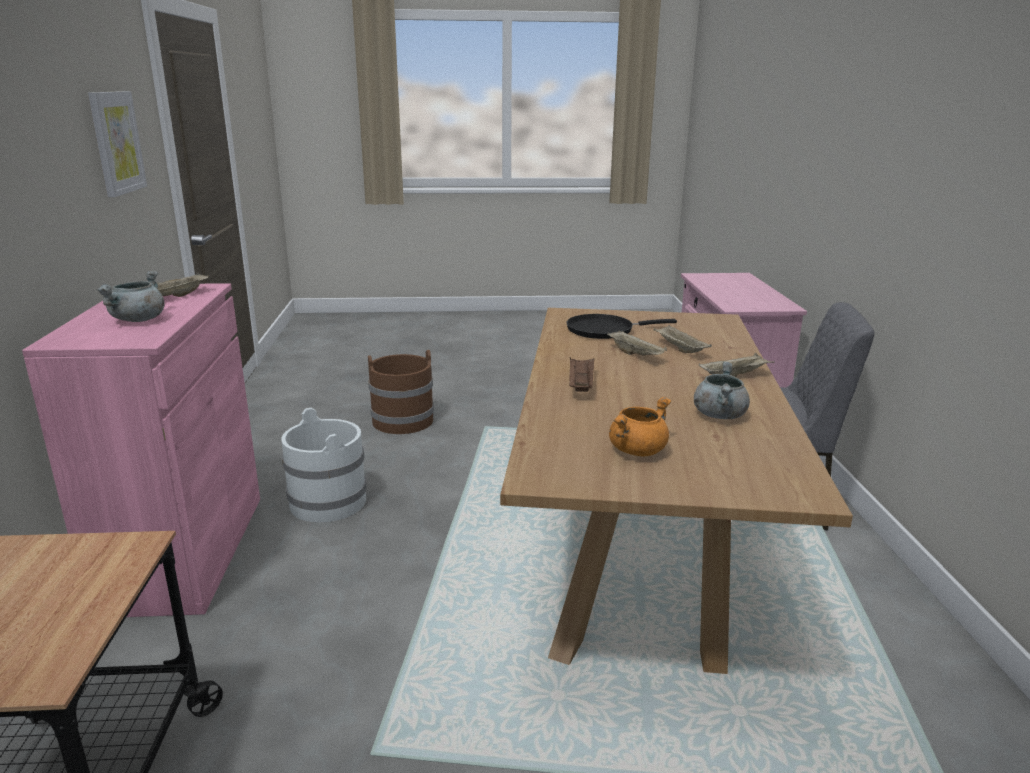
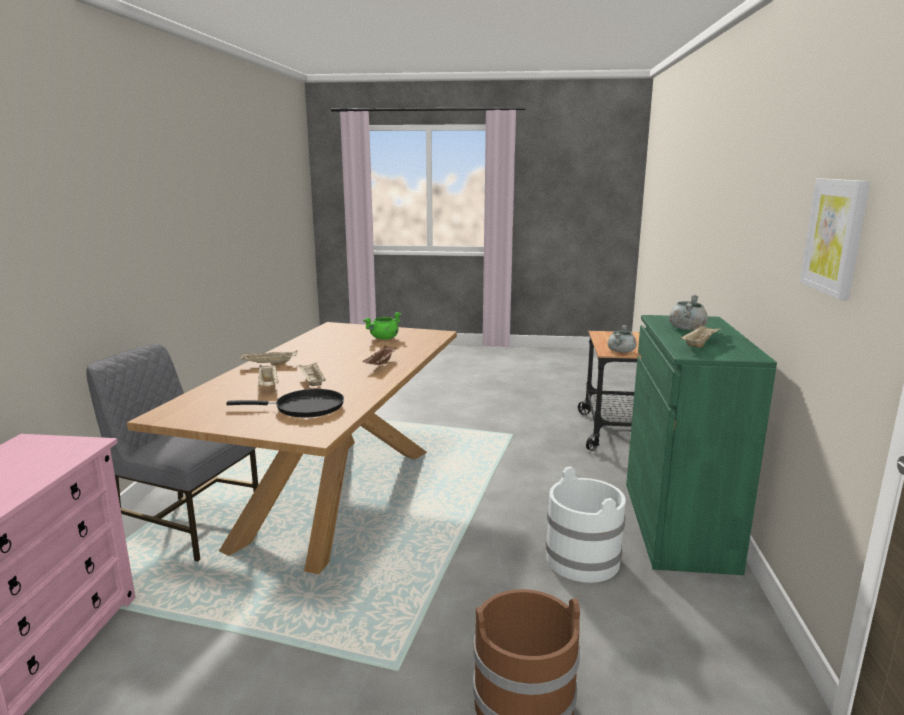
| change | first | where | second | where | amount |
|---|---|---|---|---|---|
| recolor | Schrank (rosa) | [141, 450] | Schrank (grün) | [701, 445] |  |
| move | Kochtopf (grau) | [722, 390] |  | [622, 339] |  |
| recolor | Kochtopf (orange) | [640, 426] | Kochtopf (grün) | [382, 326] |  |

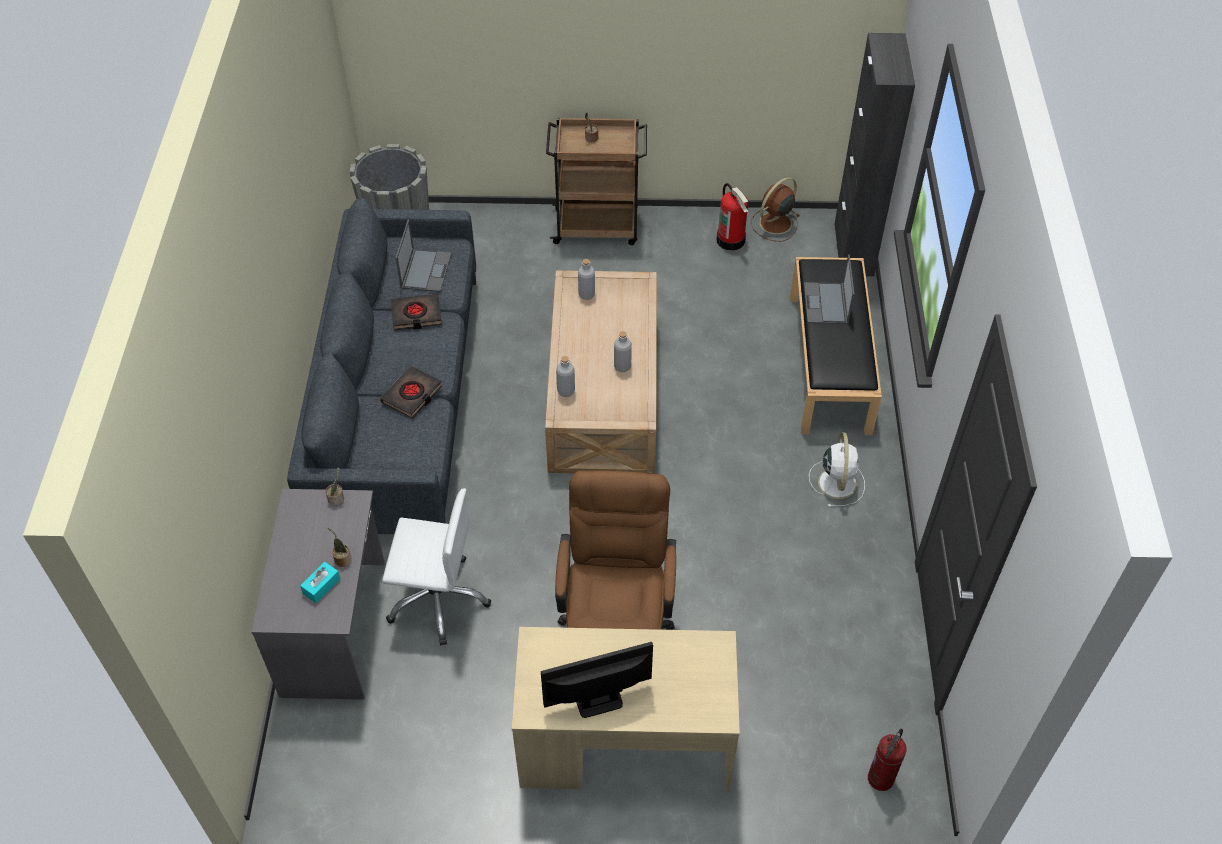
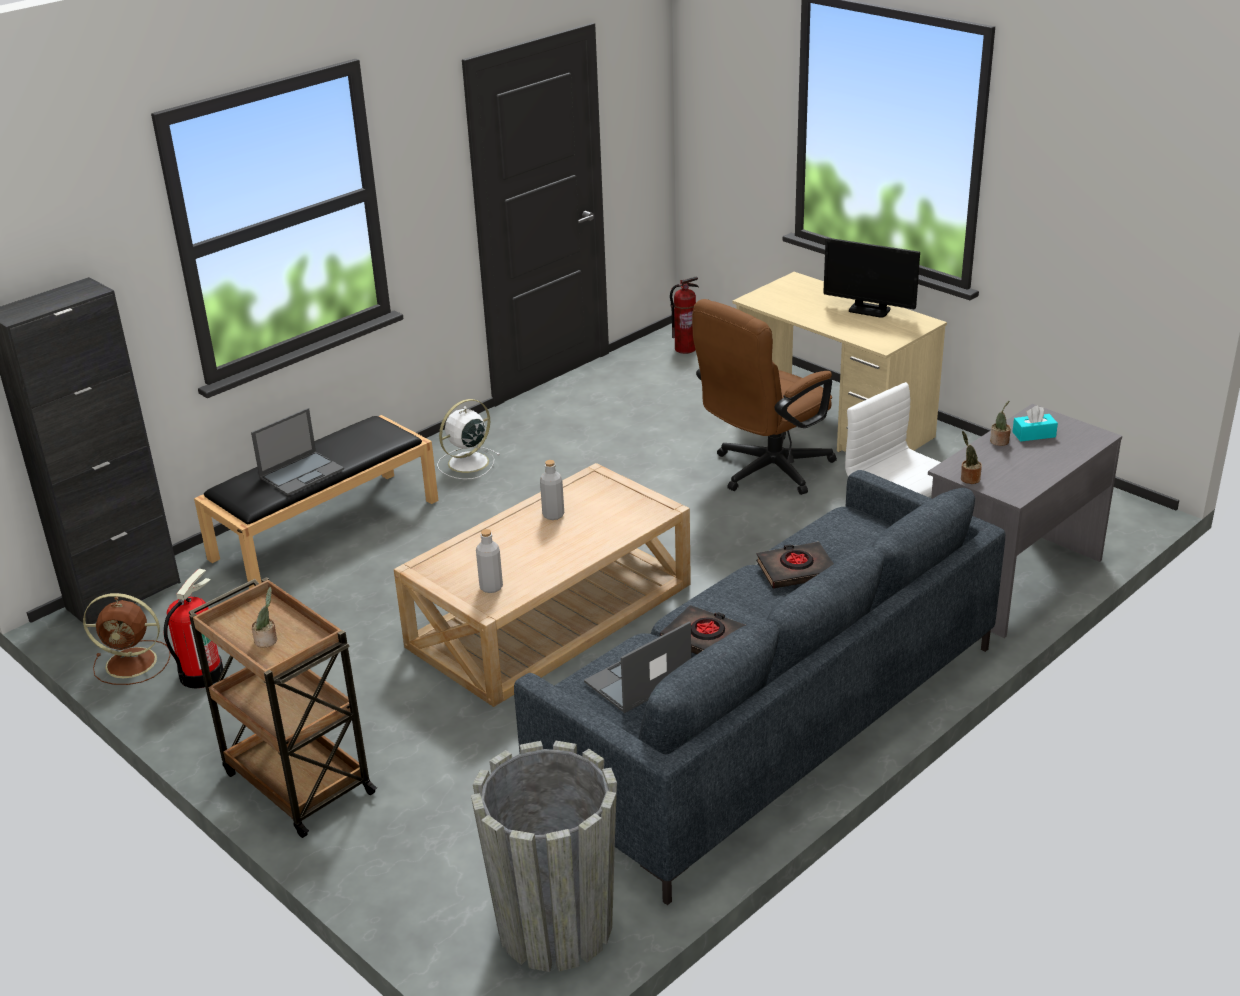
| change | first | where | second | where | amount |
|---|---|---|---|---|---|
| delete | Flasche (grau) | [565, 376] |  |  |  |

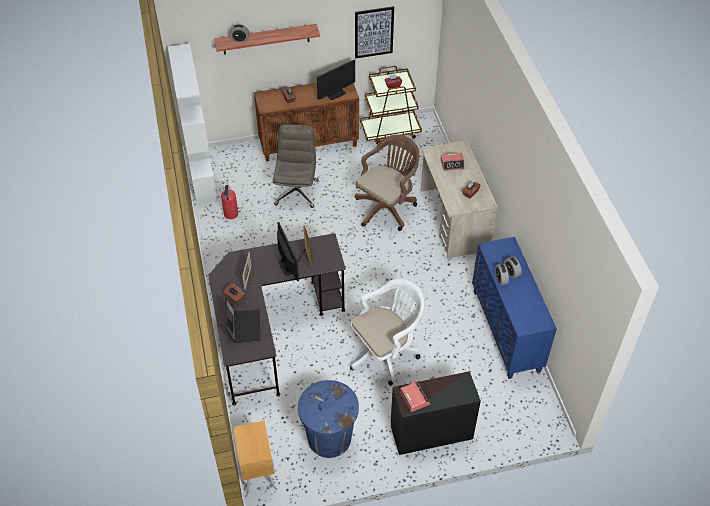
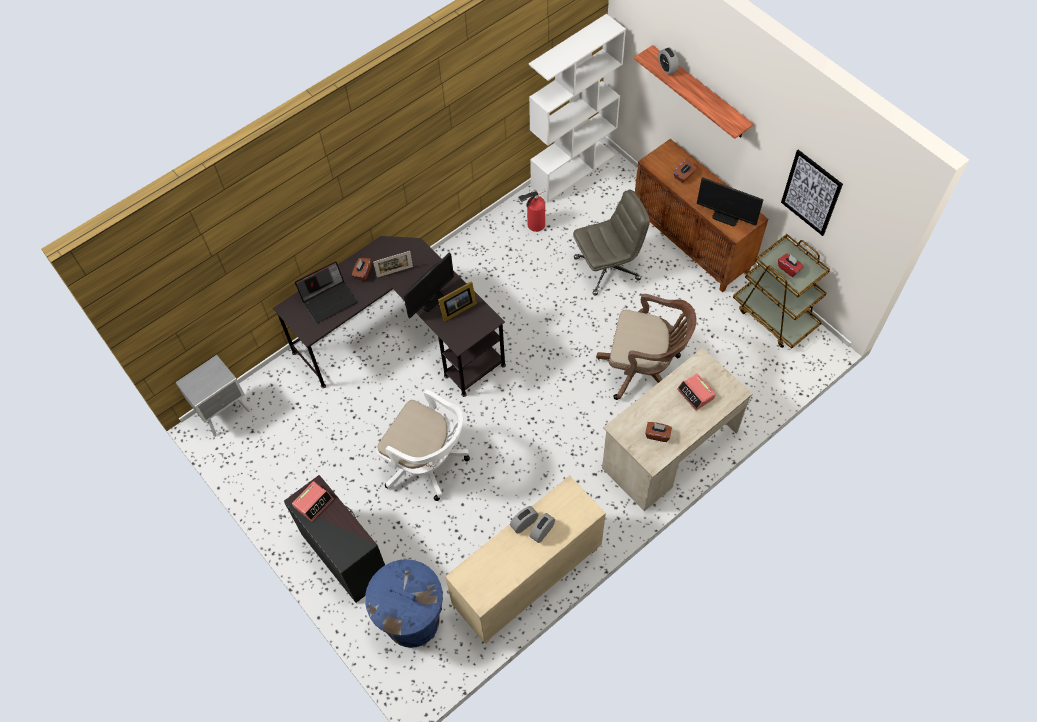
| change | first | where | second | where | amount |
|---|---|---|---|---|---|
| recolor | Schrank (blau) | [514, 308] | Schrank (beige) | [525, 559] |  |
| move | Mülleimer (blau) | [328, 419] |  | [404, 603] |  |
| recolor | Nachttisch (braun) | [254, 457] | Nachttisch (grau) | [212, 395] |  |

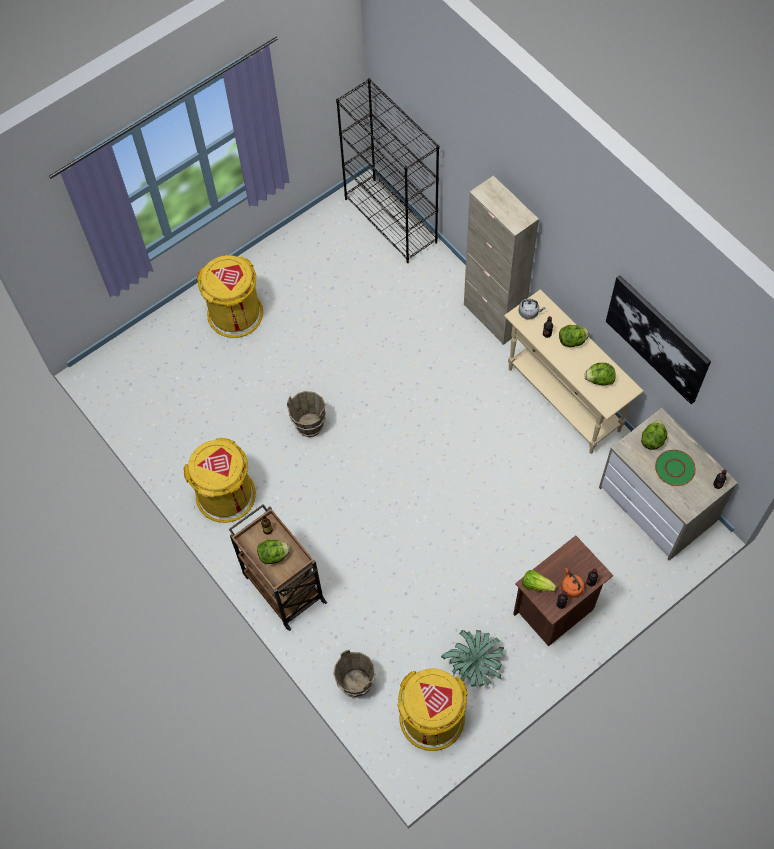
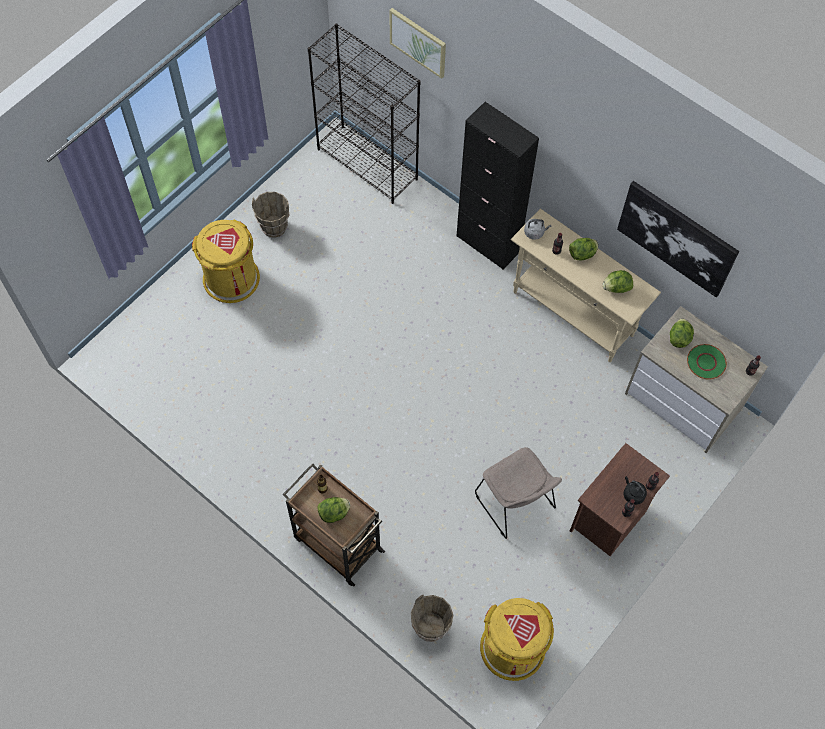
| change | first | where | second | where | amount |
|---|---|---|---|---|---|
| recolor | Schrank (beige) | [501, 260] | Schrank (schwarz) | [498, 186] |  |
| move | Eimer (braun) | [306, 414] |  | [270, 215] |  |
| delete | Mülleimer (gelb) | [220, 480] |  |  |  |
| recolor | Wasserkessel (orange) | [573, 583] | Wasserkessel (schwarz) | [635, 490] |  |
| delete | Salatkopf | [539, 581] |  |  |  |
| delete | Topfpflanze | [473, 658] |  |  |  |
| insert |  |  | Bild | [417, 43] |  |
| insert |  |  | Stuhl (beige) | [518, 493] |  |

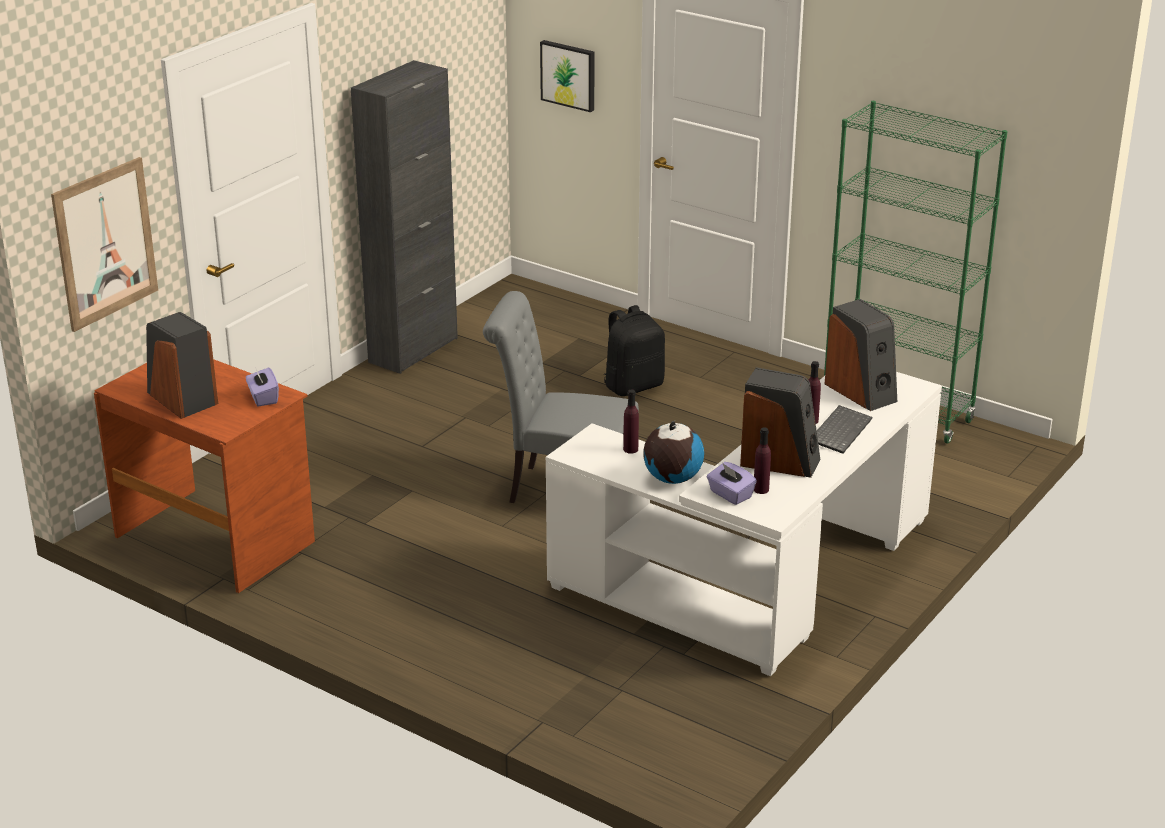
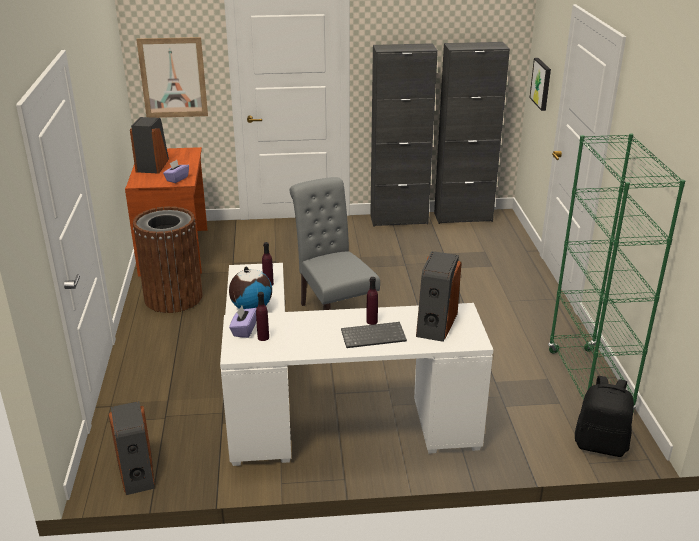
| change | first | where | second | where | amount |
|---|---|---|---|---|---|
| move | Rucksack (schwarz) | [634, 350] |  | [604, 416] |  |
| move | Lautsprecher | [780, 422] |  | [132, 448] |  |
| insert |  |  | Schrank (schwarz) | [472, 133] |  |
| insert |  |  | Mülleimer (braun) | [168, 259] |  |

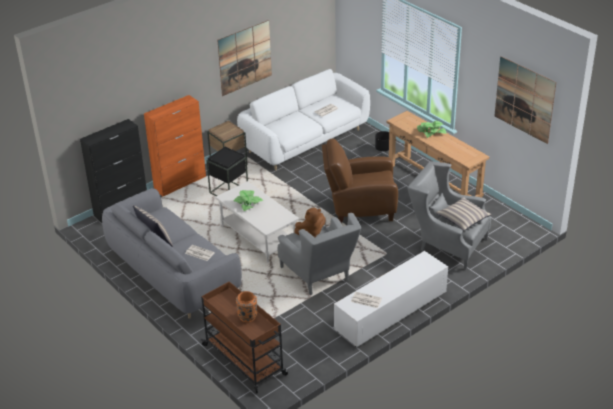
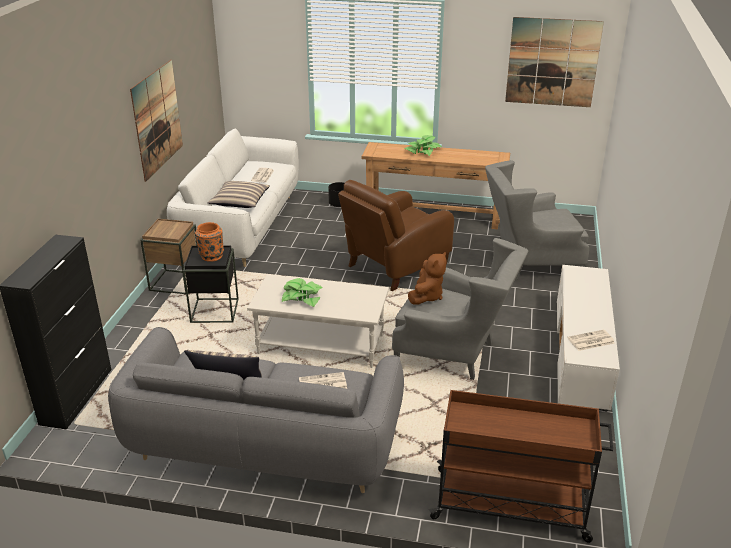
| change | first | where | second | where | amount |
|---|---|---|---|---|---|
| delete | Schrank (orange) | [175, 146] |  |  |  |
| move | Kissen | [464, 214] |  | [239, 194] |  |
| move | Vase (orange) | [246, 307] |  | [209, 242] |  |

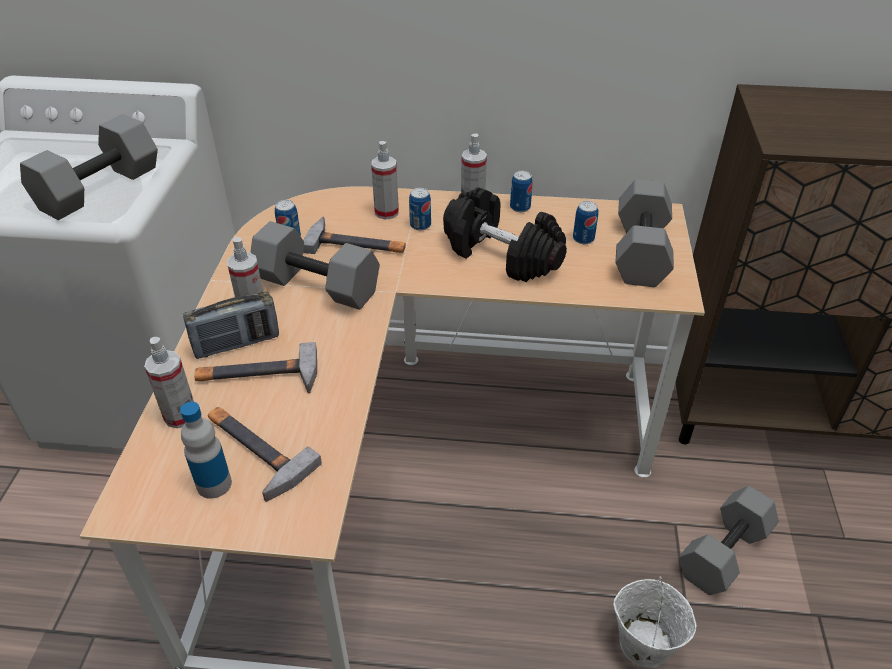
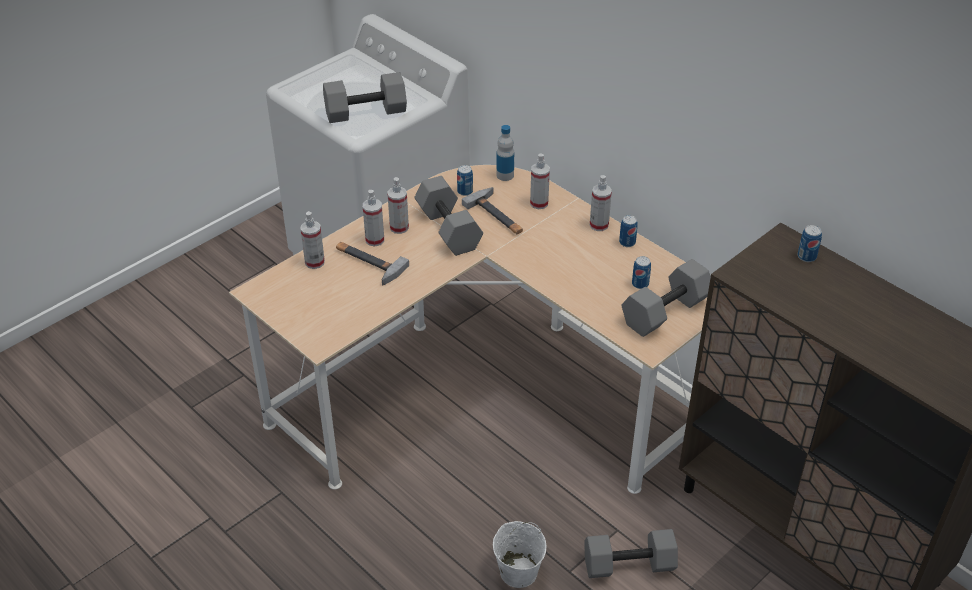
| change | first | where | second | where | amount |
|---|---|---|---|---|---|
| delete | Hantel (schwarz) | [505, 234] |  |  |  |
| move | Dose | [420, 209] |  | [809, 243] |  |
| replace | Radio | [231, 325] | Sprühflasche | [373, 218] |  |
| move | Flasche | [206, 450] |  | [505, 153] |  |
| delete | Hammer | [265, 454] |  |  |  |

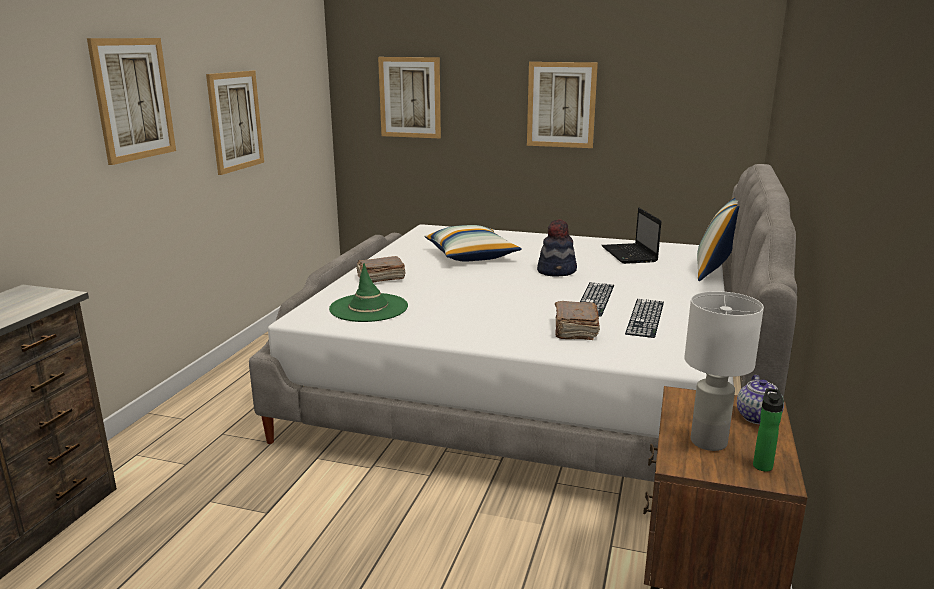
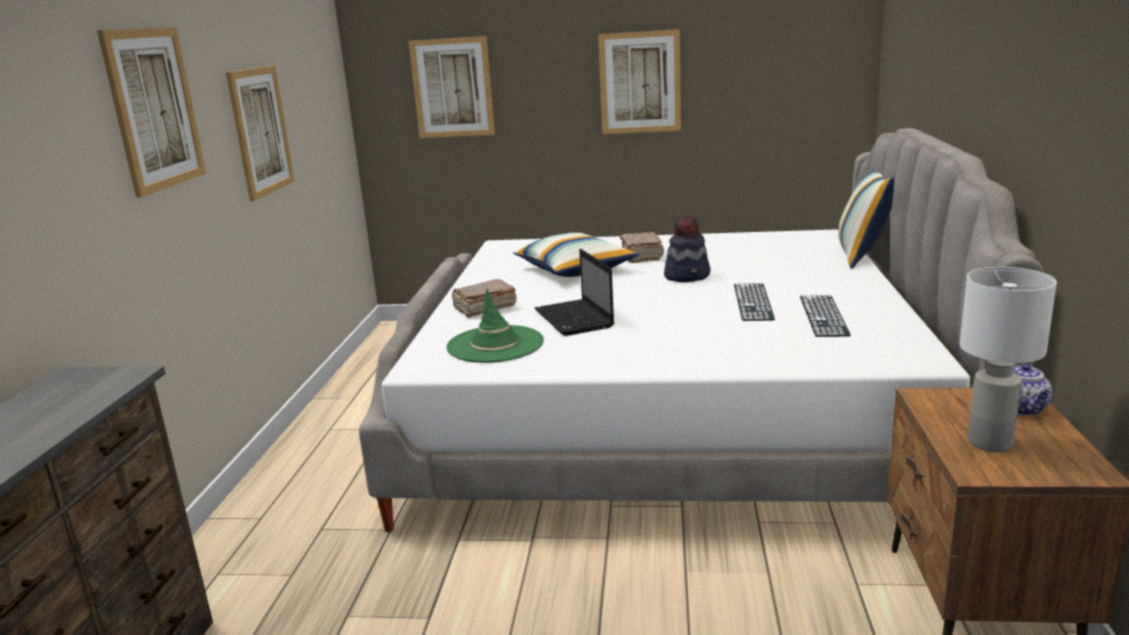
| change | first | where | second | where | amount |
|---|---|---|---|---|---|
| move | Laptop | [631, 236] |  | [574, 292] |  |
| move | Buch (braun) | [577, 320] |  | [642, 247] |  |
| delete | Flasche | [768, 430] |  |  |  |

